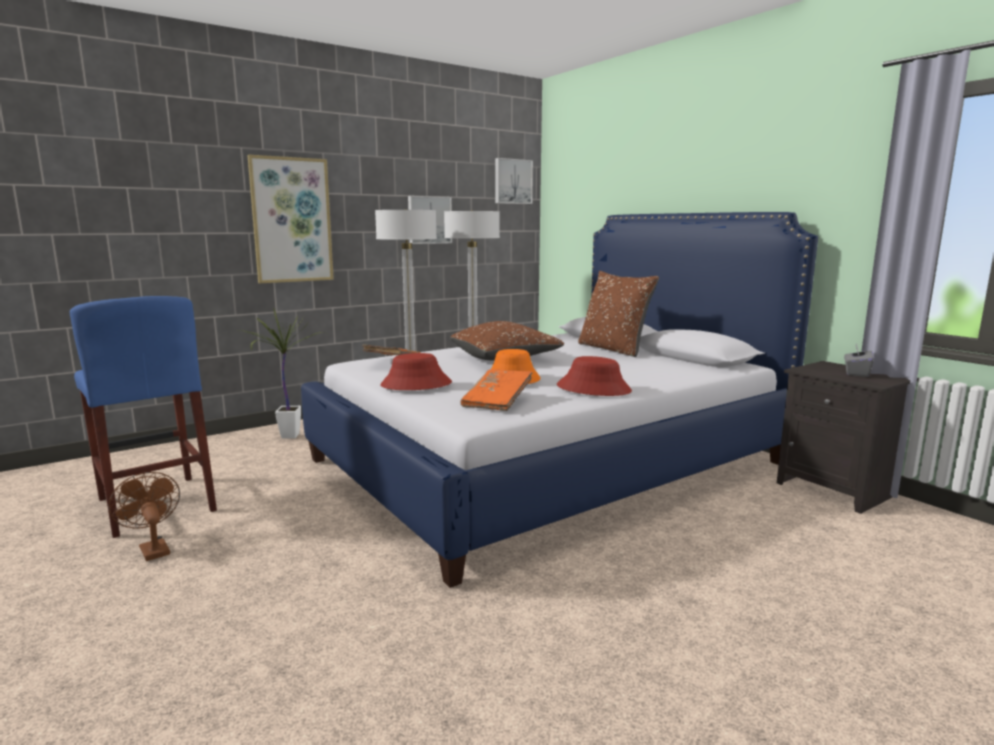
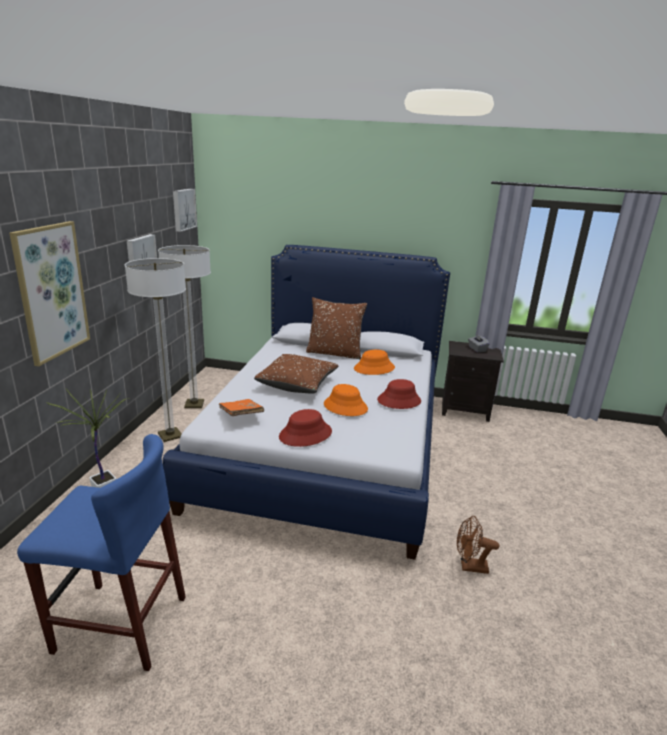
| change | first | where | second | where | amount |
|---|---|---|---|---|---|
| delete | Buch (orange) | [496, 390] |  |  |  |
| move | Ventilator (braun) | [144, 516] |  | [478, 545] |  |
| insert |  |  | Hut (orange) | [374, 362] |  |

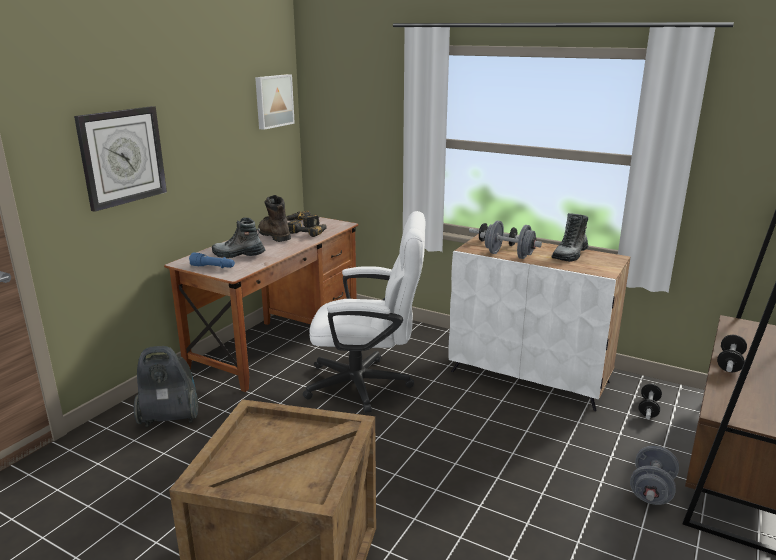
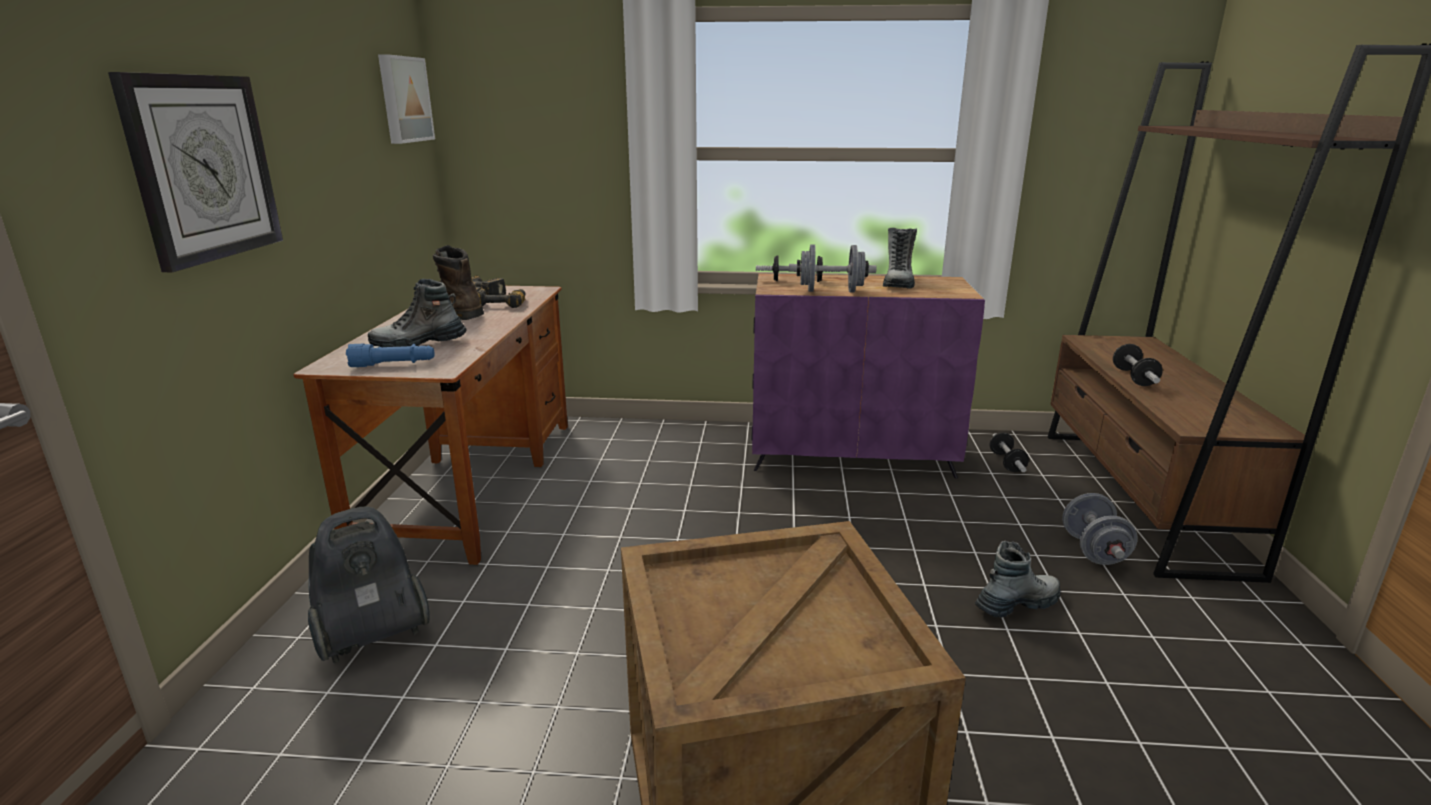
| change | first | where | second | where | amount |
|---|---|---|---|---|---|
| delete | Bürostuhl (weiß) | [364, 312] |  |  |  |
| recolor | Schrank (weiß) | [539, 322] | Schrank (lila) | [868, 376] |  |
| insert |  |  | Stiefel | [1018, 579] |  |

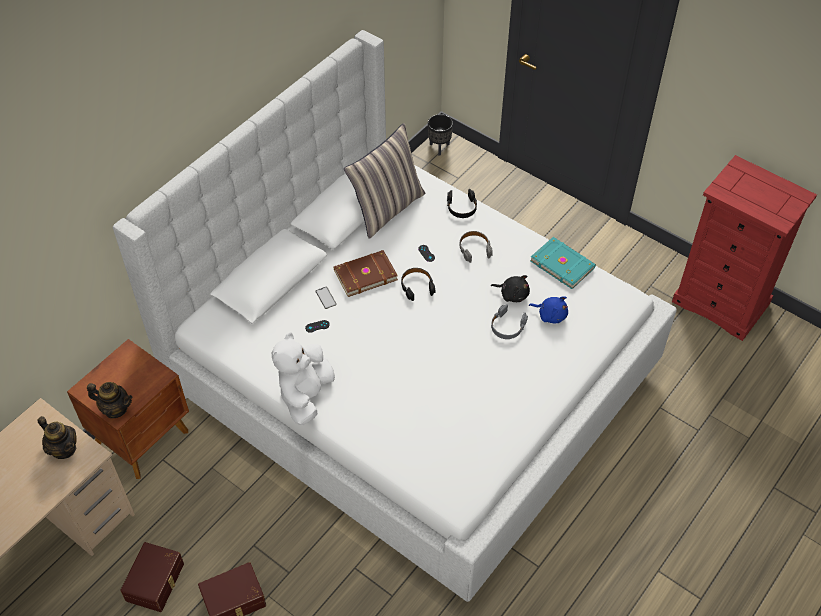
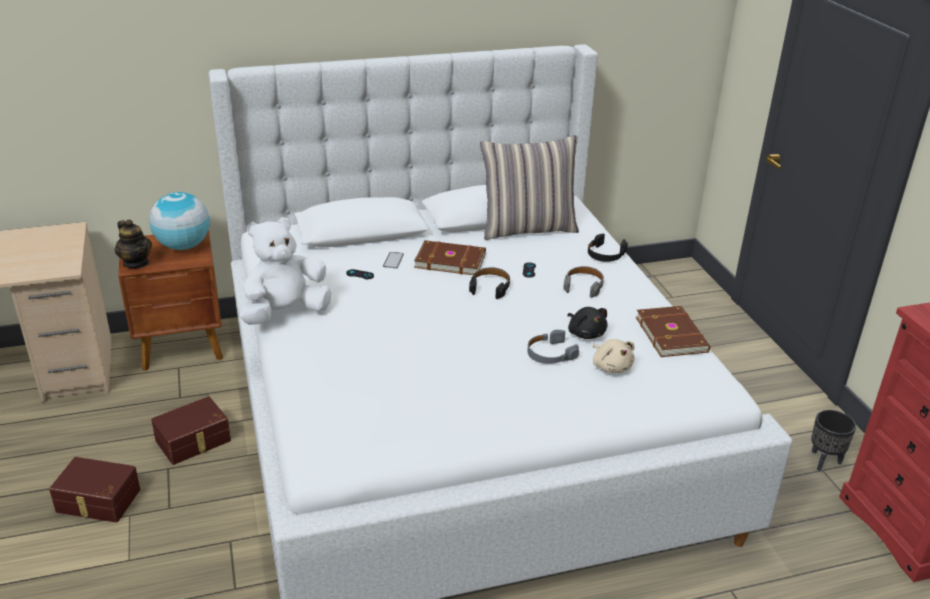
| change | first | where | second | where | amount |
|---|---|---|---|---|---|
| move | Pflanzkübel (schwarz) | [440, 134] |  | [833, 440] |  |
| recolor | Buch (türkis) | [563, 263] | Buch (braun) | [673, 331] |  |
| recolor | Plüschtier (blau) | [548, 309] | Plüschtier (beige) | [614, 356] |  |
| delete | Teekanne | [57, 437] |  |  |  |
| move | Aufbewahrungsbox (braun) | [152, 577] |  | [191, 431] |  |
| insert |  |  | Globus | [179, 221] |  |

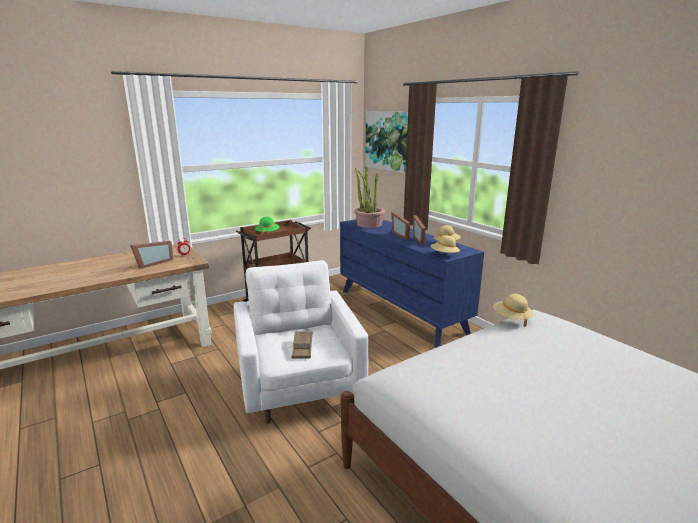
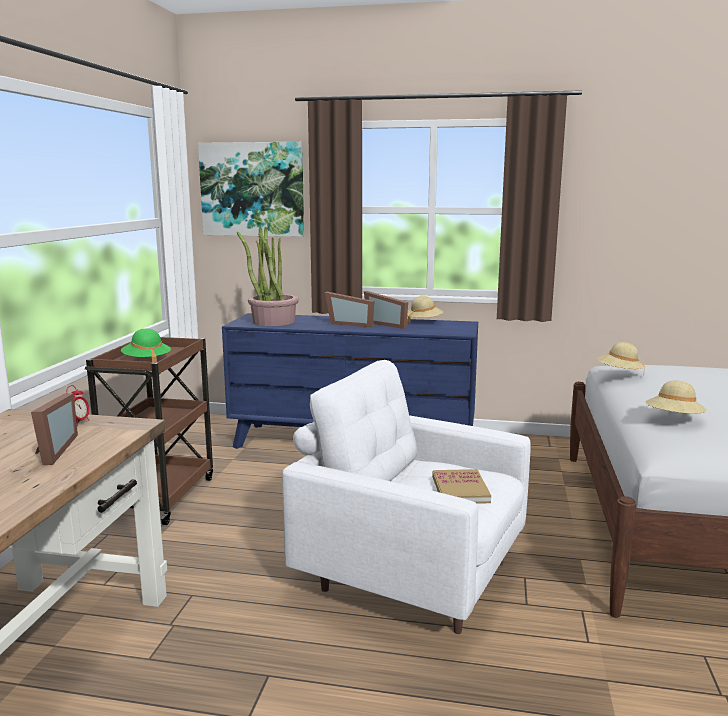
| change | first | where | second | where | amount |
|---|---|---|---|---|---|
| move | Hut (beige) | [445, 244] |  | [675, 397] |  |
| replace | Tablett (braun) | [302, 344] | Buch | [461, 486] |  |

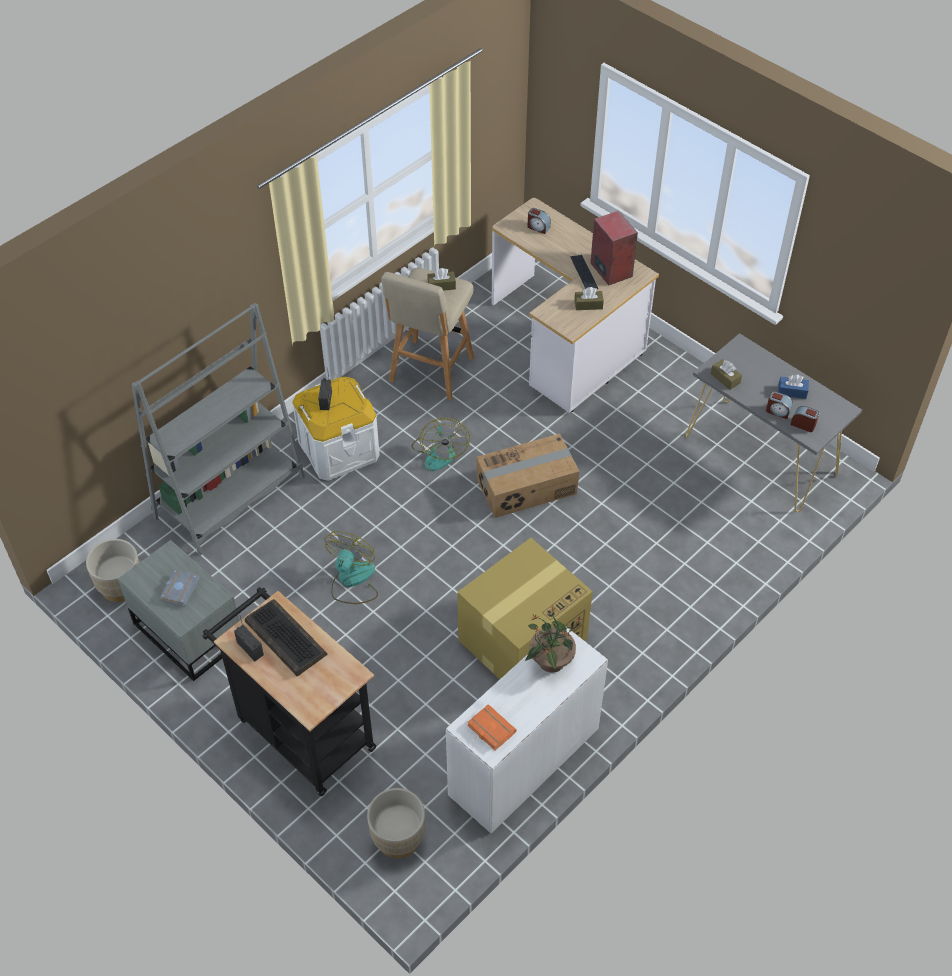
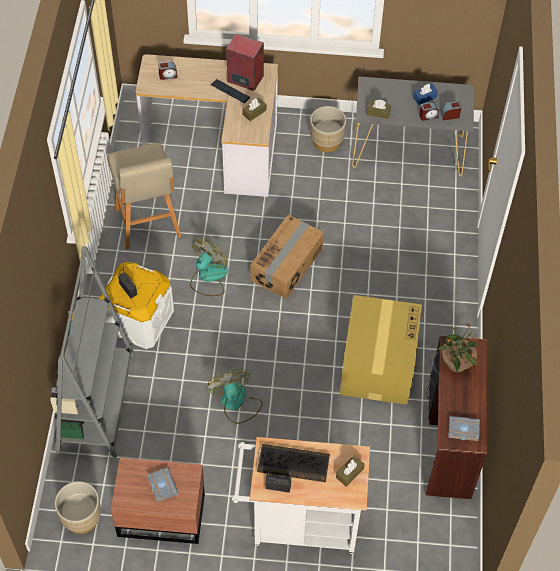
| change | first | where | second | where | amount |
|---|---|---|---|---|---|
| move | Taschentuchbox (braun) | [441, 279] |  | [350, 471] |  |
| rotate | Ventilator | [440, 444] |  | [209, 267] | 105 degrees counterclockwise |
| recolor | Nachttisch (grau) | [179, 610] | Nachttisch (braun) | [158, 500] |  |
| recolor | Rollwagen (schwarz) | [289, 691] | Rollwagen (weiß) | [301, 495] |  |
| recolor | Schreibtisch (weiß) | [527, 730] | Schreibtisch (braun) | [456, 417] |  |
| recolor | Buch (orange) | [492, 727] | Buch (grau) | [464, 428] |  |
| move | Pflanzkübel (beige) | [396, 823] |  | [328, 129] |  |

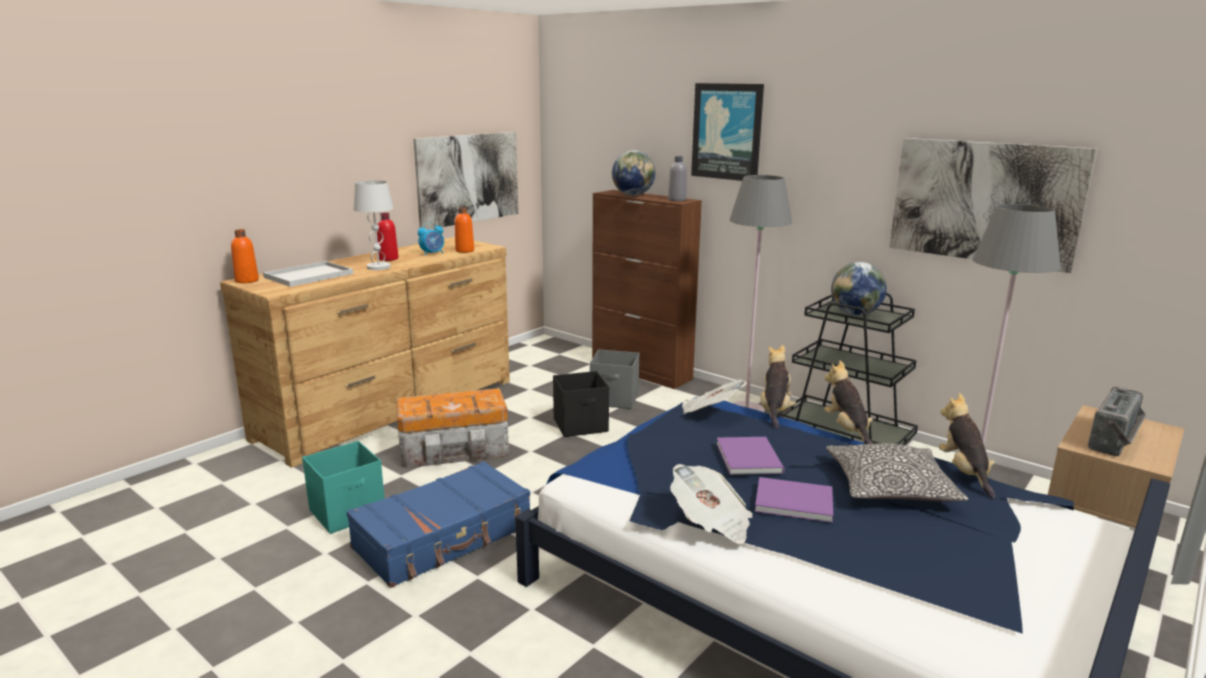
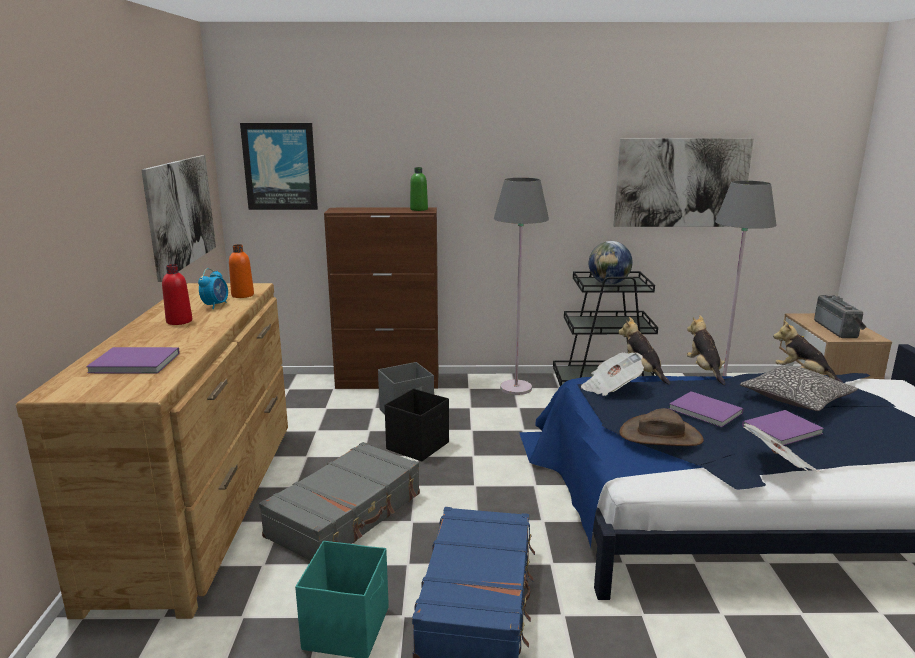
| change | first | where | second | where | amount |
|---|---|---|---|---|---|
| move | Bild | [727, 132] |  | [279, 166] |  |
| delete | Globus | [633, 173] |  |  |  |
| recolor | Flasche (grau) | [677, 178] | Flasche (grün) | [419, 189] |  |
| delete | Tischlampe (weiß) | [374, 225] |  |  |  |
| delete | Flasche (orange) | [245, 256] |  |  |  |
| replace | Tablett (weiß) | [308, 274] | Buch (lila) | [133, 360] |  |
| rotate | Plüschtier | [848, 402] |  | [706, 350] | 45 degrees clockwise |
| replace | Aufbewahrungsbox | [452, 428] | Koffer (grau) | [339, 501] |  |
| insert |  |  | Hut (braun) | [661, 427] |  |

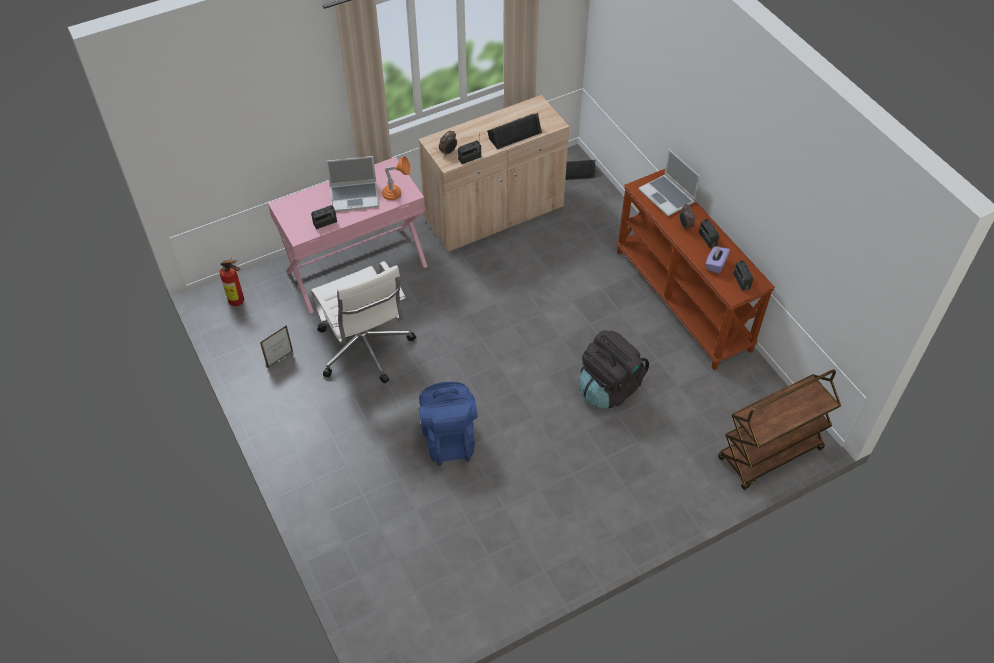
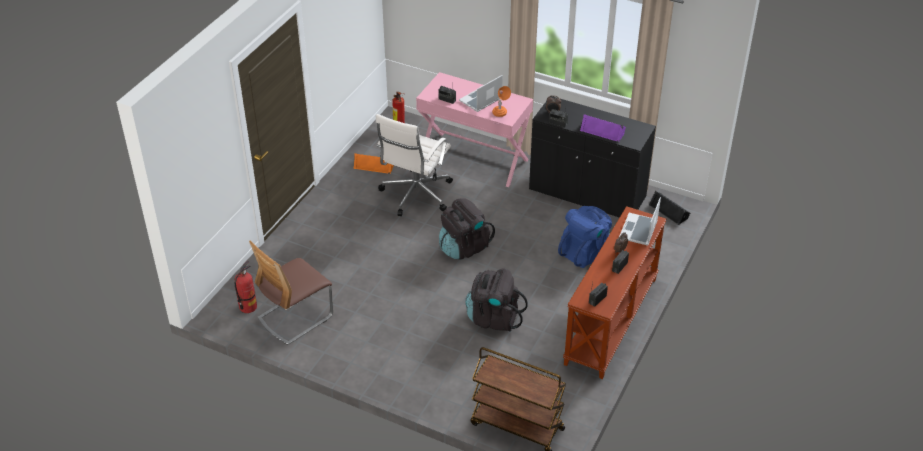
| change | first | where | second | where | amount |
|---|---|---|---|---|---|
| recolor | Schrank (beige) | [493, 173] | Schrank (schwarz) | [592, 157] |  |
| recolor | Lautsprecher (schwarz) | [514, 131] | Lautsprecher (lila) | [603, 128] |  |
| rotate | Laptop | [352, 184] |  | [481, 93] | 90 degrees clockwise |
| delete | Taschentuchbox (lila) | [718, 260] |  |  |  |
| replace | Bilderrahmen | [276, 346] | Lautsprecher (orange) | [374, 163] |  |
| move | Rucksack (blau) | [448, 424] |  | [585, 237] |  |
| insert |  |  | Rucksack (schwarz) | [467, 229] |  |
| insert |  |  | Stuhl | [291, 292] |  |
| insert |  |  | Feuerlöscher | [246, 287] |  |

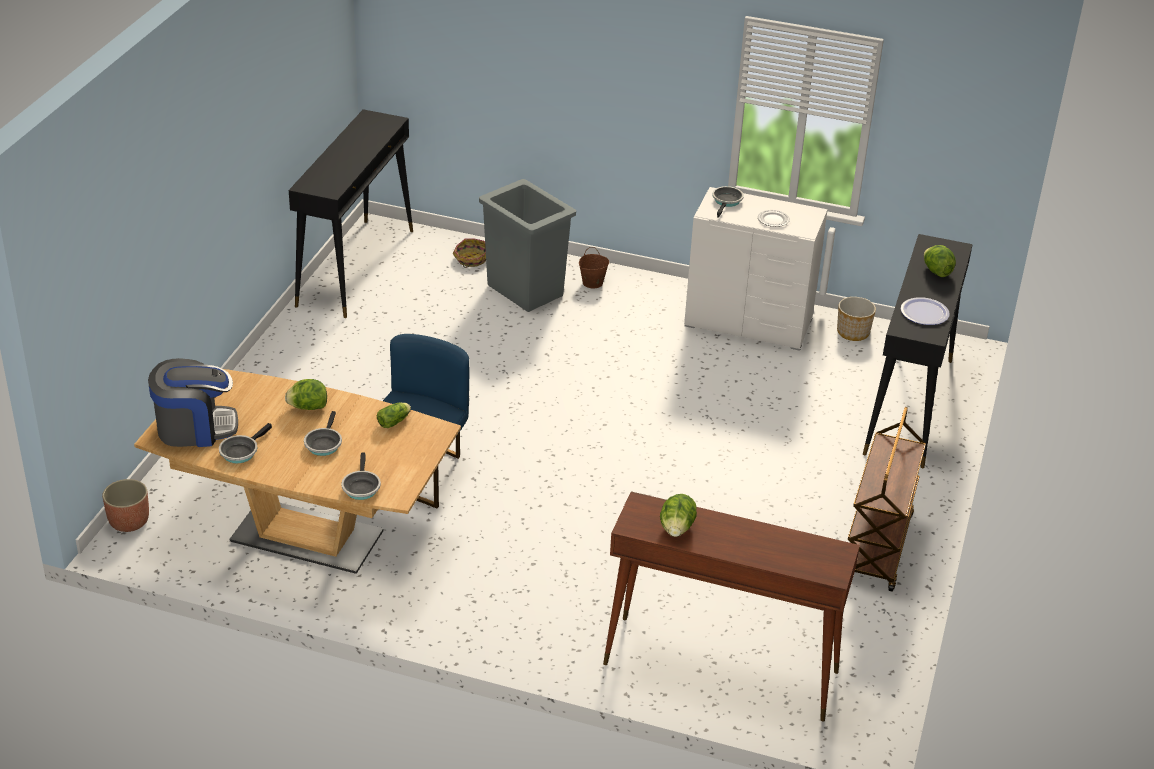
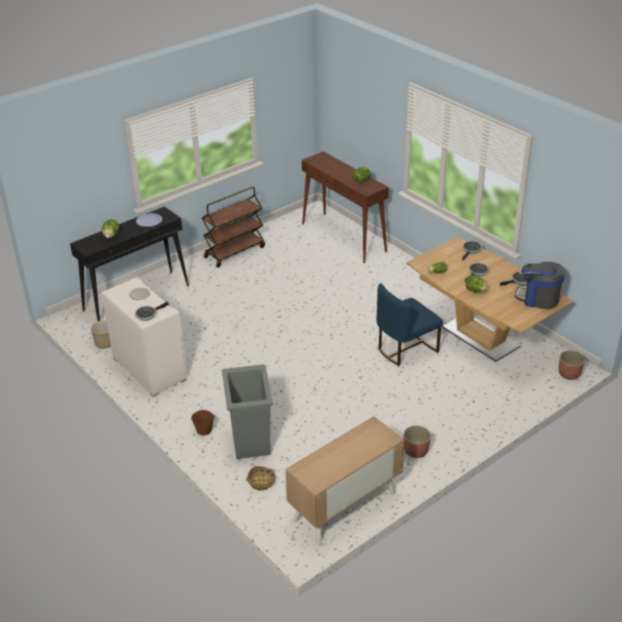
| change | first | where | second | where | amount |
|---|---|---|---|---|---|
| replace | Konsolentisch (schwarz) | [351, 213] | Schrank | [344, 479] |  |
| insert |  |  | Pflanzkübel | [417, 441] |  |

